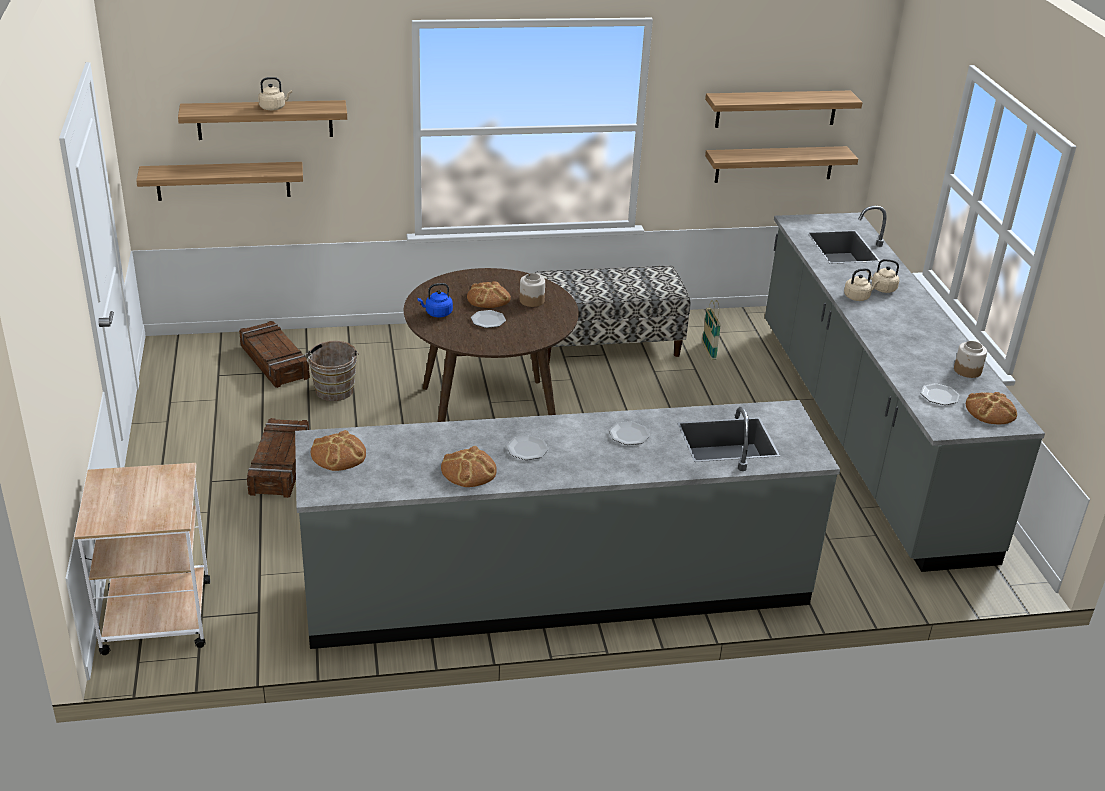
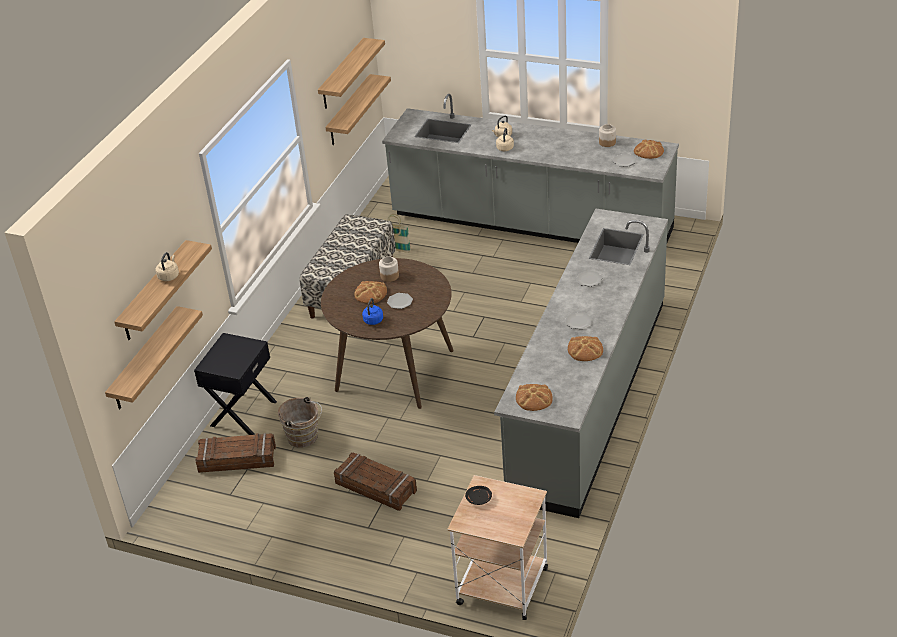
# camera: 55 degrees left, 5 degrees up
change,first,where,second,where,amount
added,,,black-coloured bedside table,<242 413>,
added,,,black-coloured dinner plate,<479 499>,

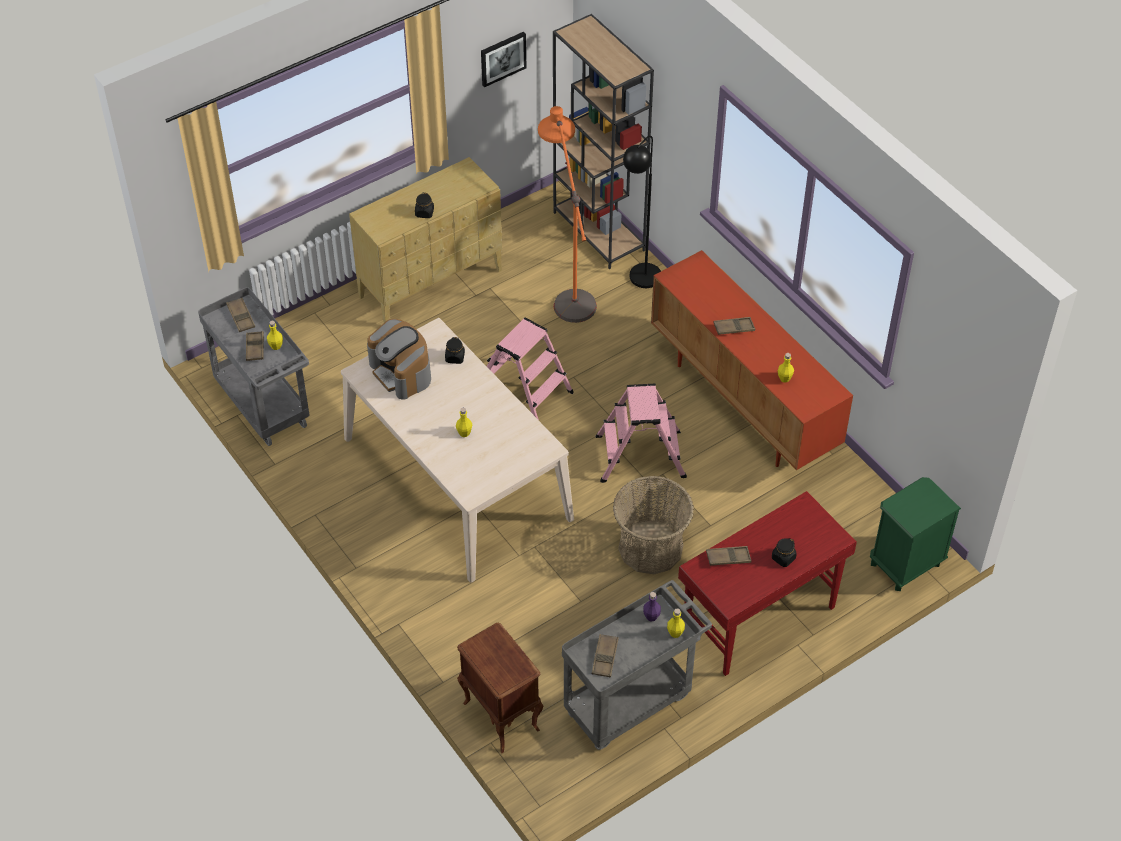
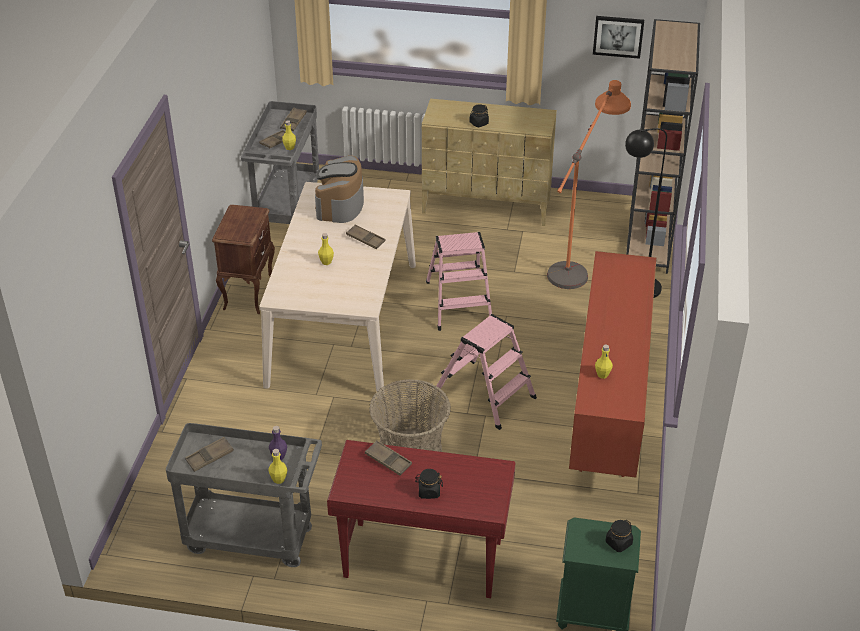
# camera: 45 degrees right, 10 degrees down
change,first,where,second,where,amount
moved,black-coloured jar,<455 357>,,<618 543>,
moved,brown-coloured bedside table,<500 716>,,<249 293>,
moved,brown-coloured carrying tray,<734 328>,,<365 239>,

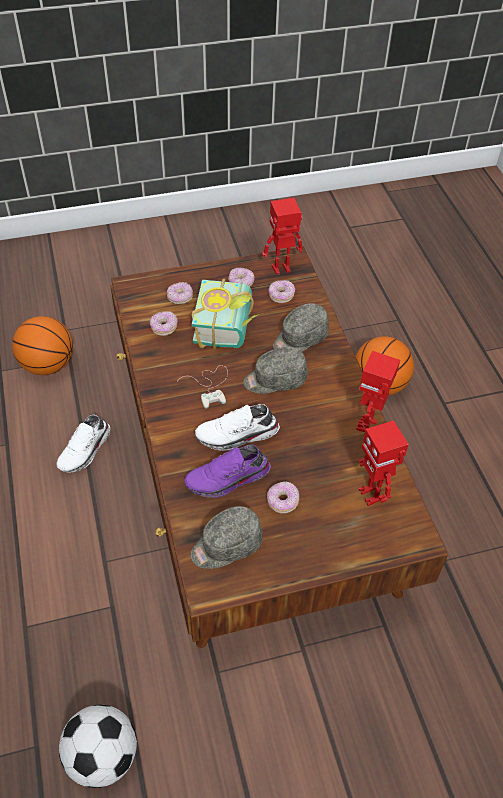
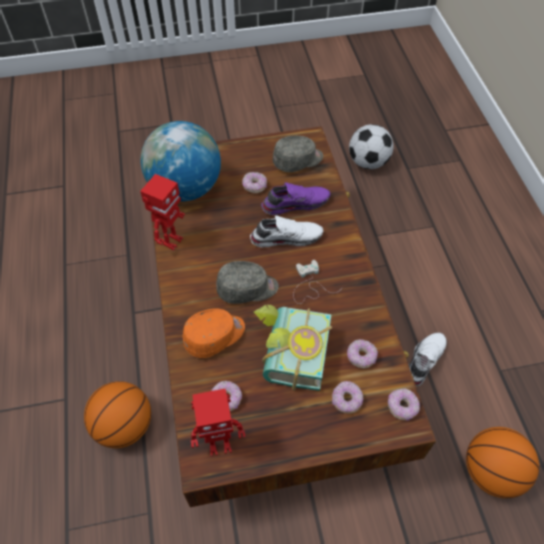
# camera: 175 degrees left, 5 degrees up
change,first,where,second,where,amount
moved,doughnut,<241 283>,,<402 407>,
replaced,toy robot,<371 494>,desk globe,<185 188>,
recoloured,gray baseball cap,<299 338>,orange baseball cap,<215 336>,

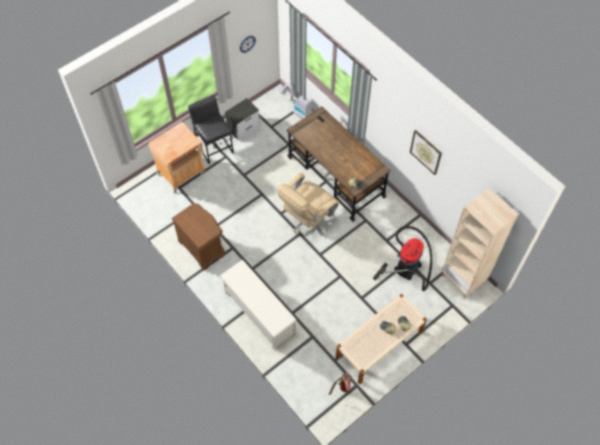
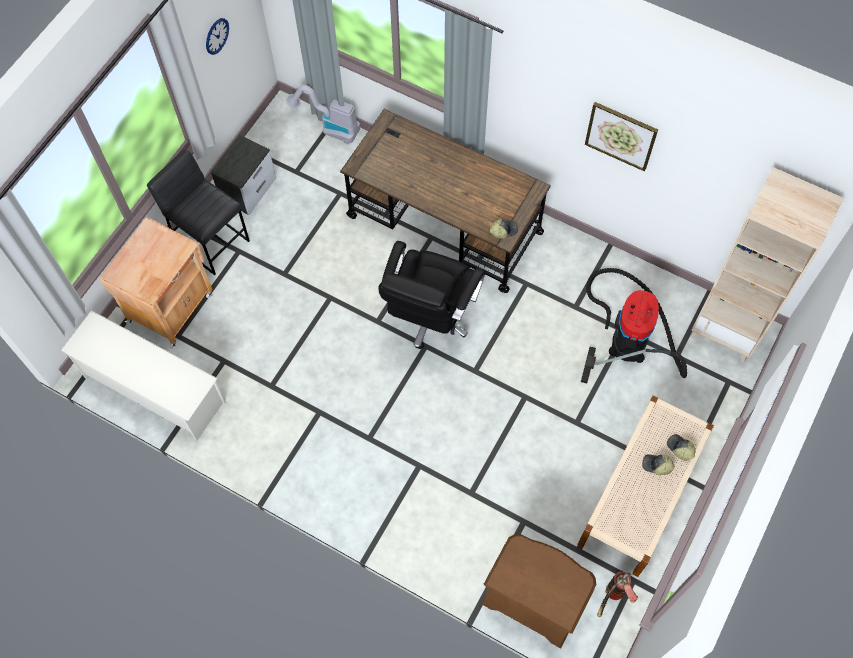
# camera: 20 degrees left, 5 degrees up
change,first,where,second,where,amount
moved,brown-coloured bedside table,<203 247>,,<533 598>,
moved,white-coloured shoe shelf,<259 312>,,<154 389>,
recoloured,beige office chair,<307 221>,black-coloured office chair,<429 319>,

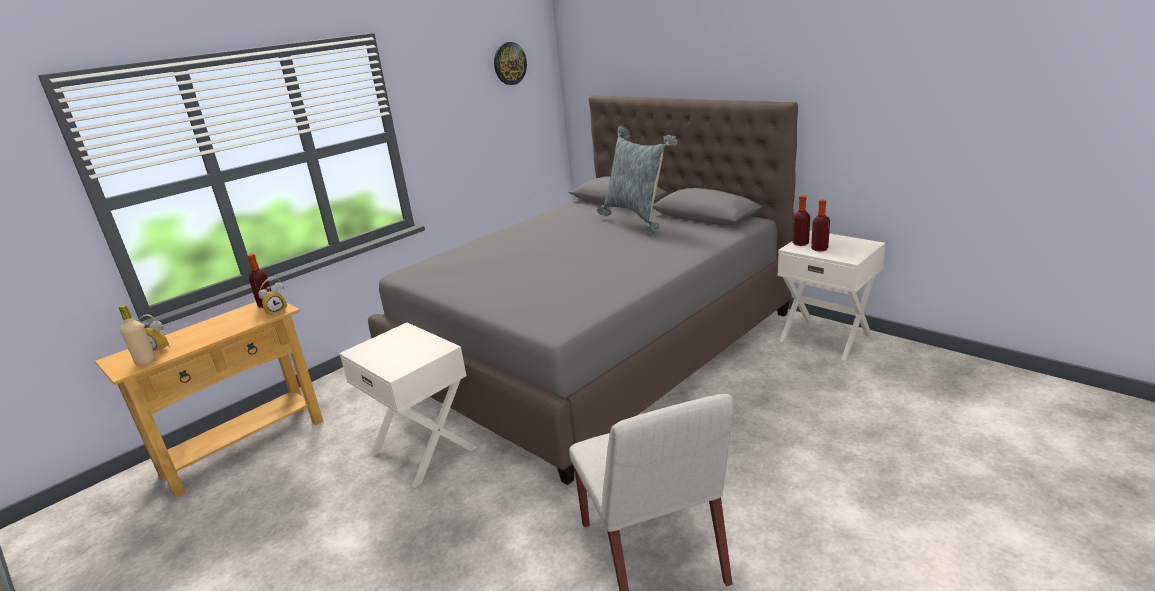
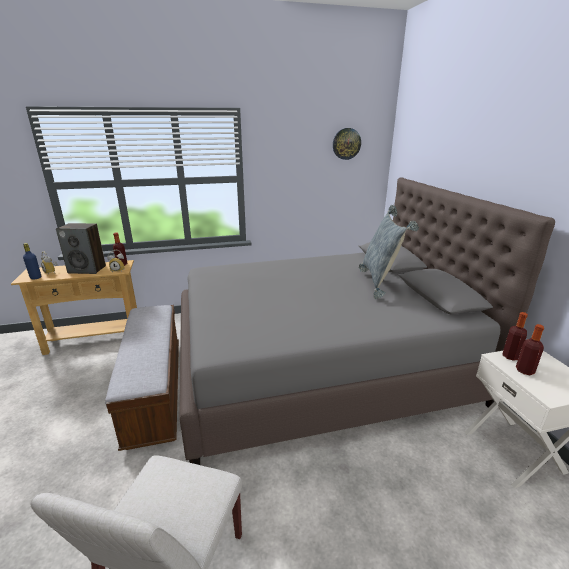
# camera: 30 degrees right, 0 degrees up
change,first,where,second,where,amount
added,,,speaker,<87 269>,
replaced,white-coloured bedside table,<424 450>,indoor bench,<155 390>,
recoloured,beige beverage bottle,<146 362>,blue-coloured beverage bottle,<35 277>,

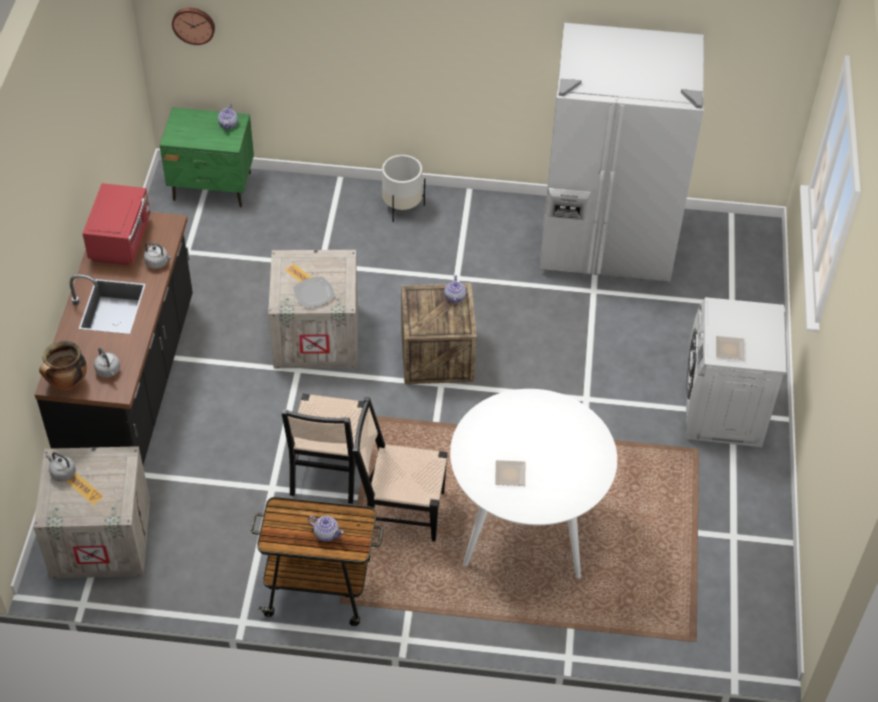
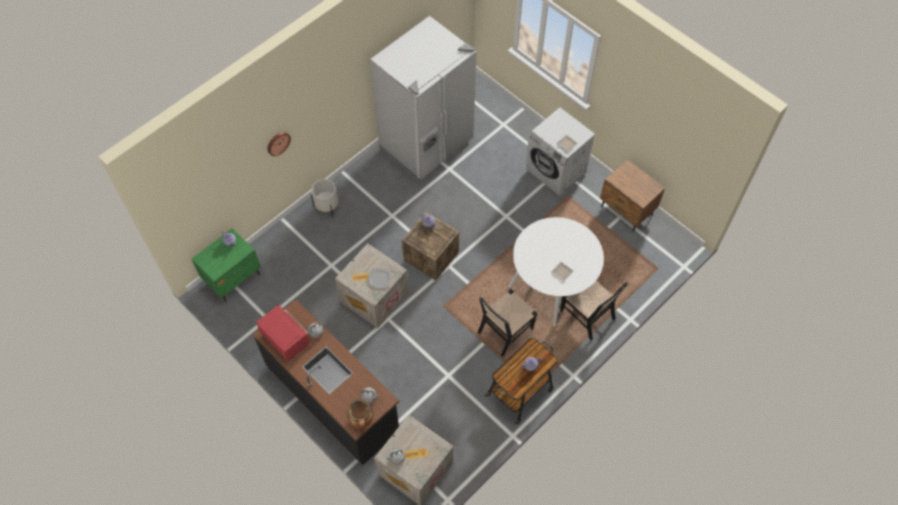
# camera: 50 degrees left, 10 degrees up
change,first,where,second,where,amount
added,,,brown-coloured bedside table,<626 210>,
moved,hanging clock,<194 24>,,<278 143>,
moved,plain chair,<328 468>,,<587 315>,

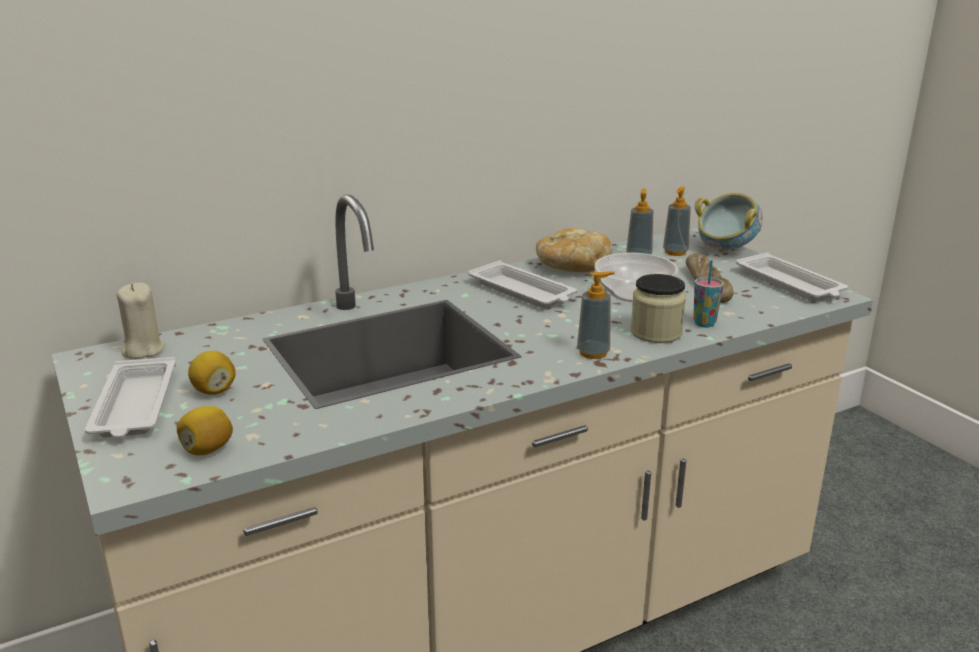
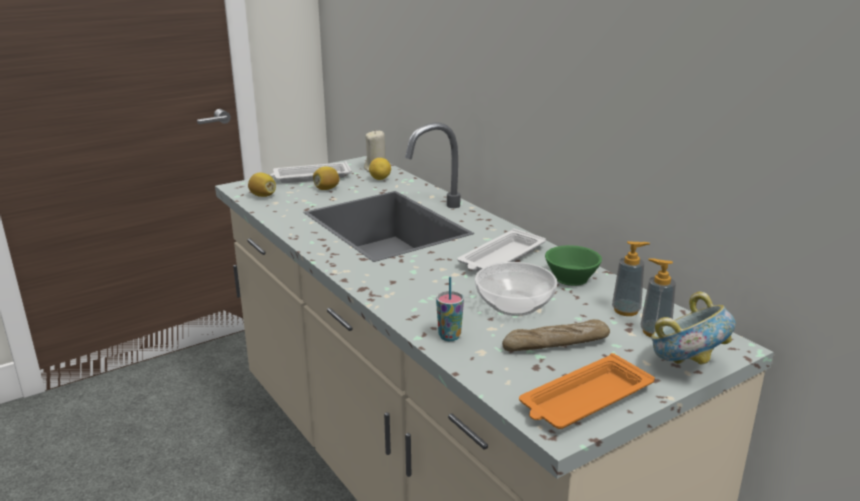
# camera: 85 degrees right, 0 degrees up
change,first,where,second,where,amount
removed,soap dispenser,<593 353>,,,
removed,jar,<656 333>,,,
added,,,citrus fruit,<380 179>,
replaced,bakery bread,<571 268>,green-coloured drinking cup,<569 277>,
recoloured,white-coloured carrying tray,<790 284>,orange carrying tray,<584 400>,

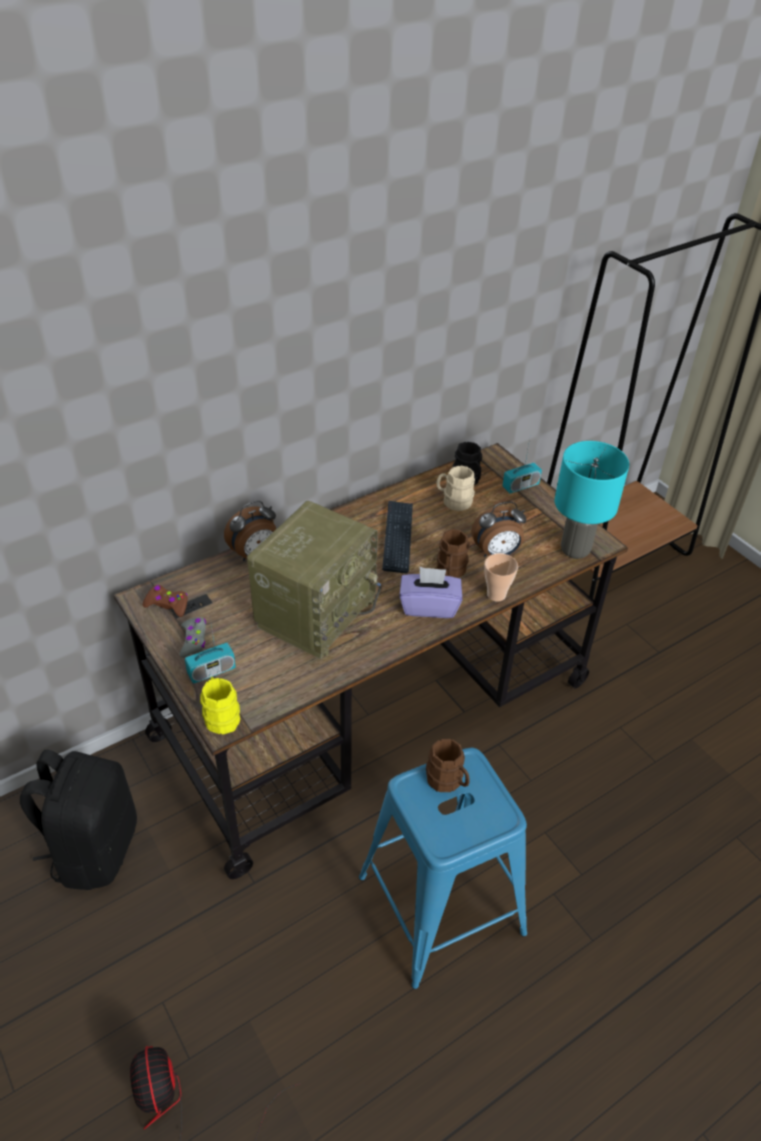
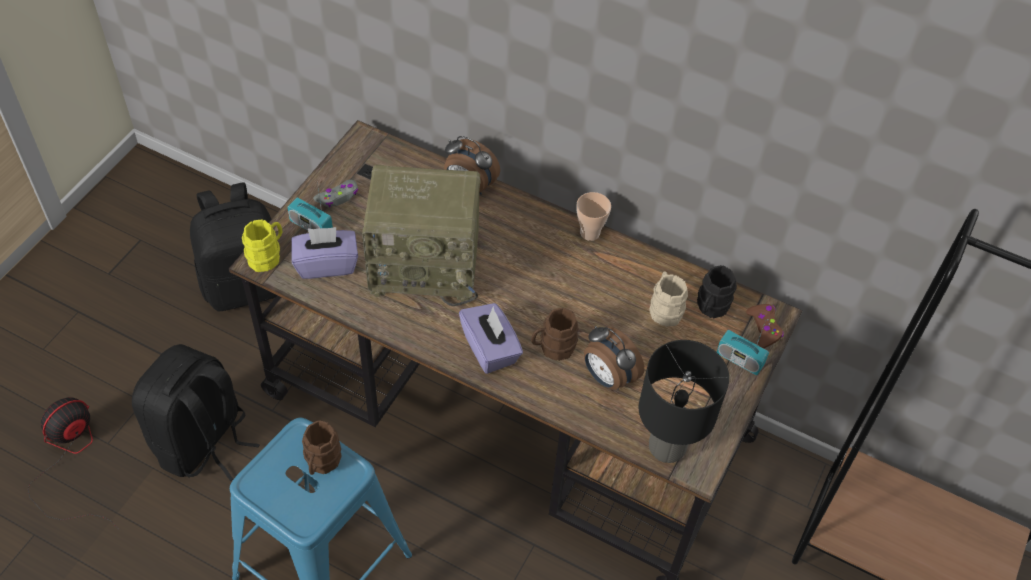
# camera: 60 degrees right, 10 degrees up
change,first,where,second,where,amount
removed,keyboard,<397 537>,,,
added,,,black-coloured backpack,<202 442>,
added,,,purple box of tissues,<326 264>,
moved,brown-coloured joypad,<167 604>,,<764 328>,
moved,drinking cup,<496 595>,,<590 233>,
recoloured,blue-green table lamp,<573 549>,black-coloured table lamp,<667 446>,

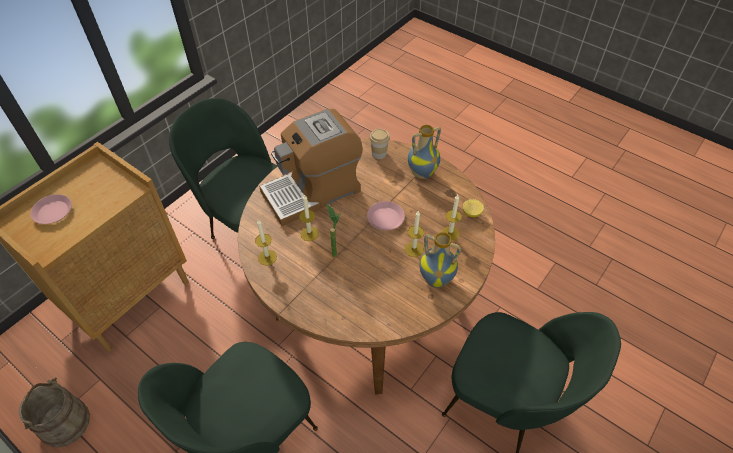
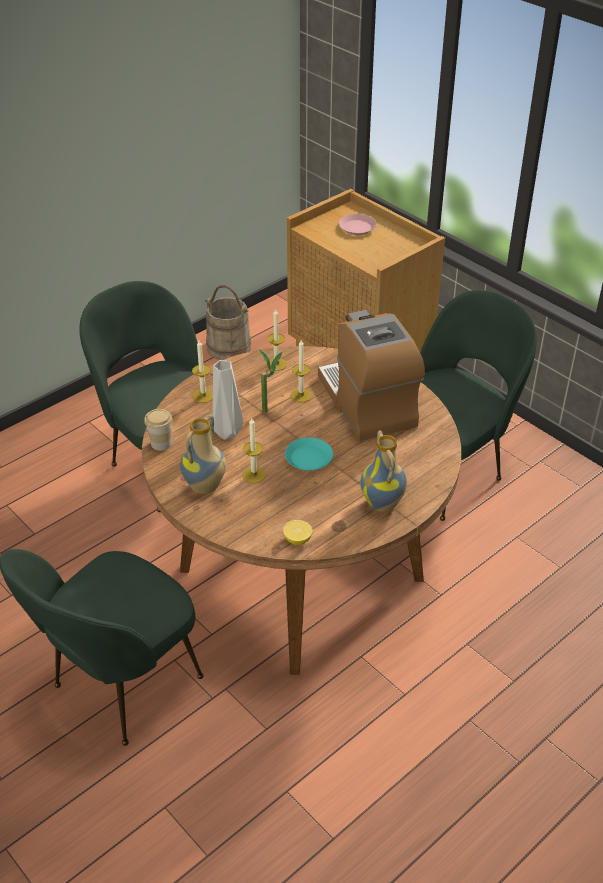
# camera: 100 degrees right, 10 degrees down
change,first,where,second,where,amount
added,,,gray flower vase,<226 432>,
moved,drinking cup,<379 153>,,<161 443>,
moved,wax light,<450 233>,,<203 396>,
recoloured,pinkish dinner plate,<386 218>,blue-green dinner plate,<308 458>,

